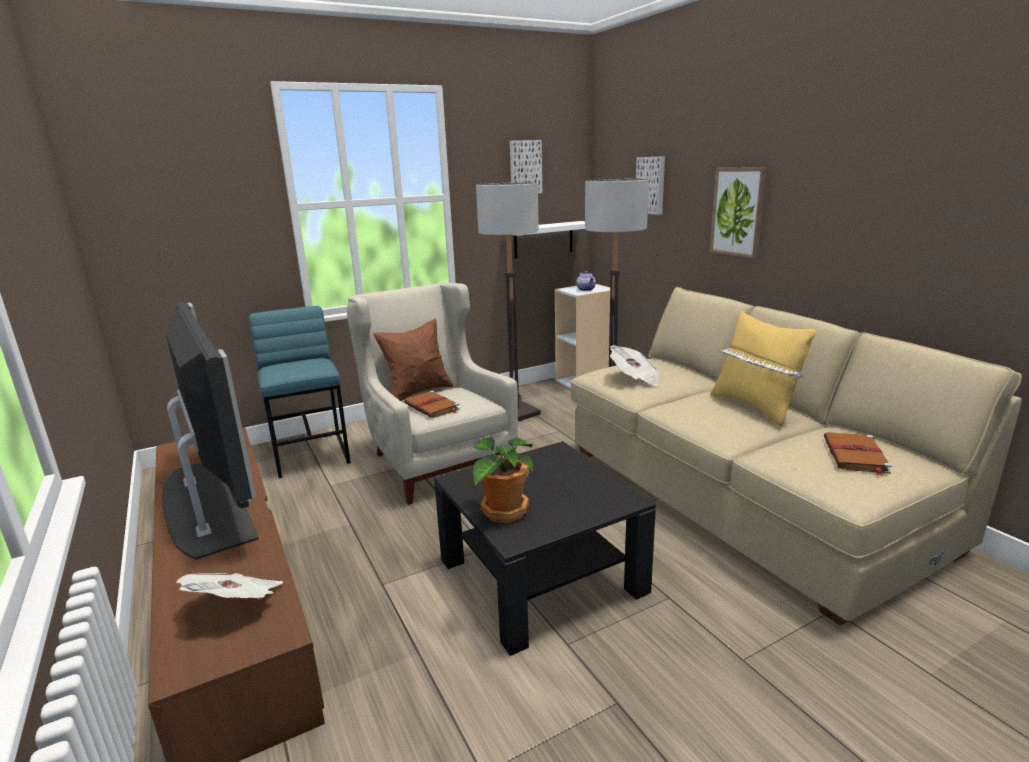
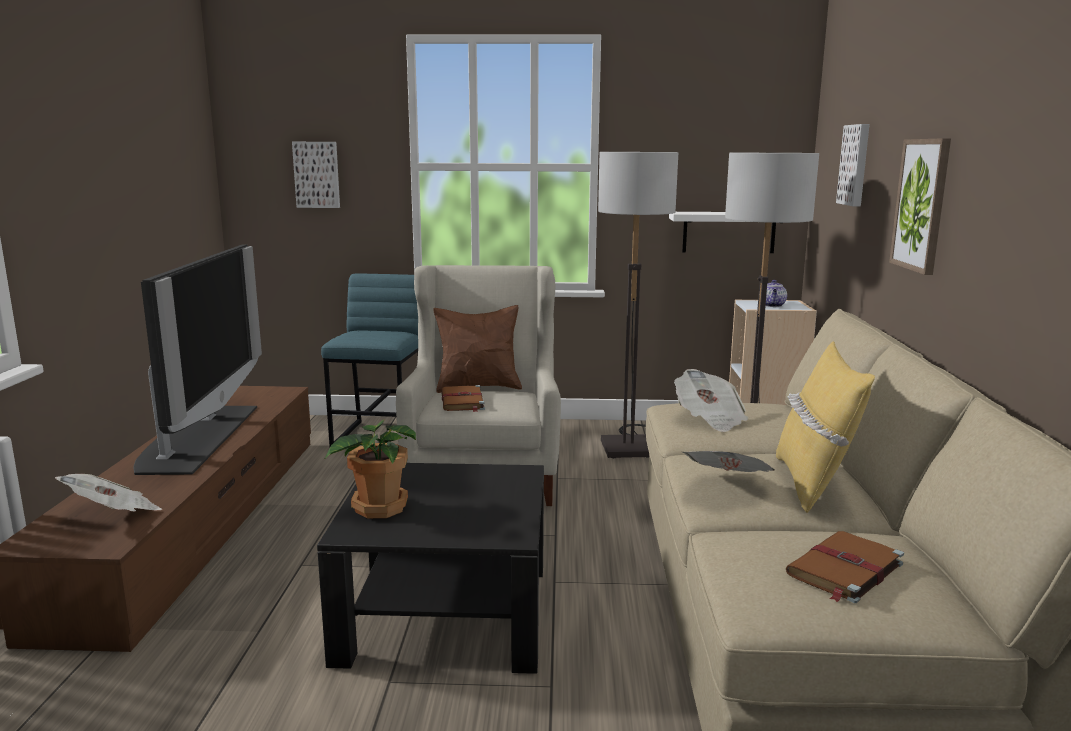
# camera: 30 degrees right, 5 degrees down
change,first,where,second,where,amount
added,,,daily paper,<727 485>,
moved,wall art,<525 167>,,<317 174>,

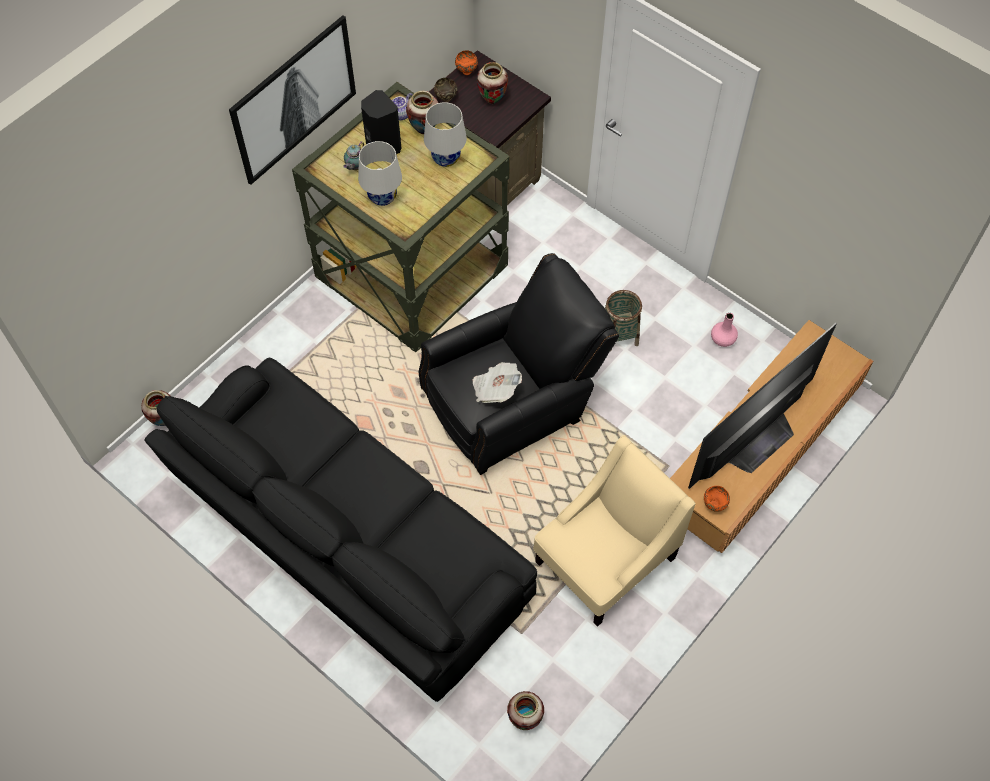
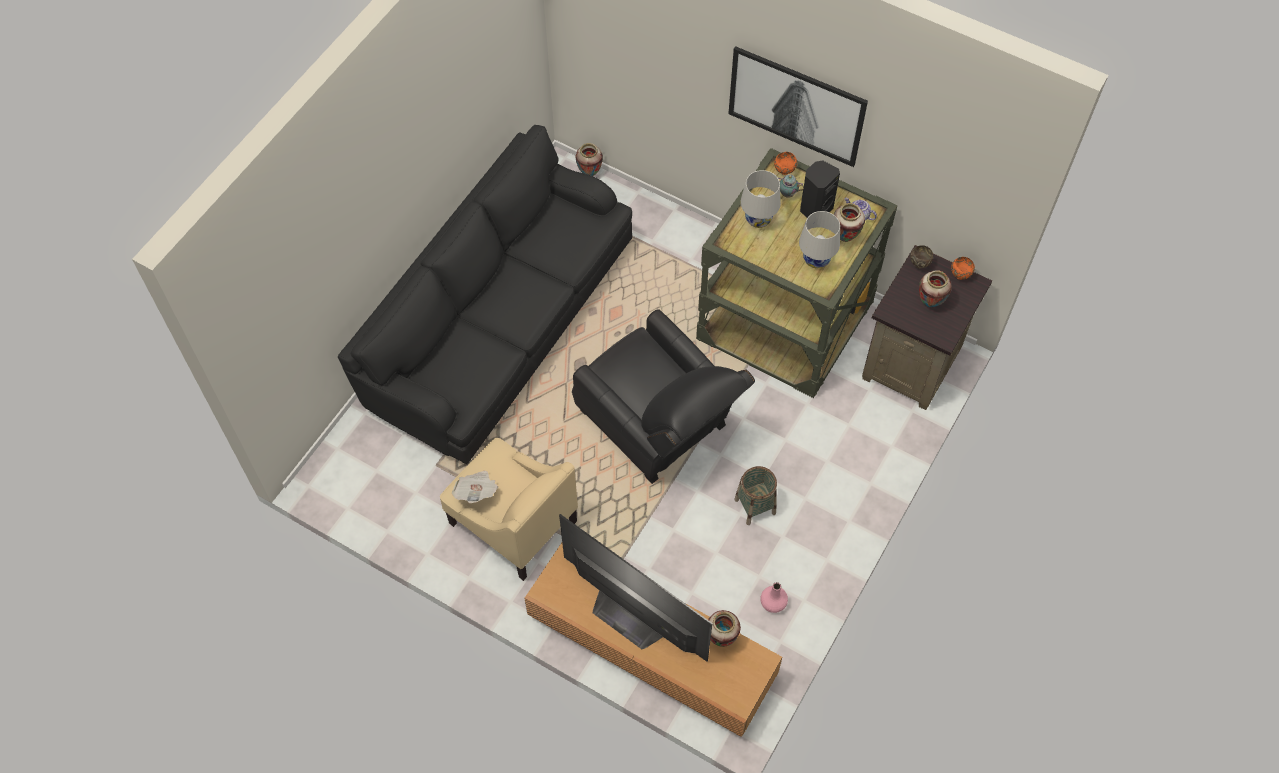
# camera: 80 degrees right, 0 degrees up
change,first,where,second,where,amount
moved,daily paper,<495 389>,,<476 492>,
moved,flower vase,<525 719>,,<721 638>,
moved,orange deep dish,<714 505>,,<784 172>,

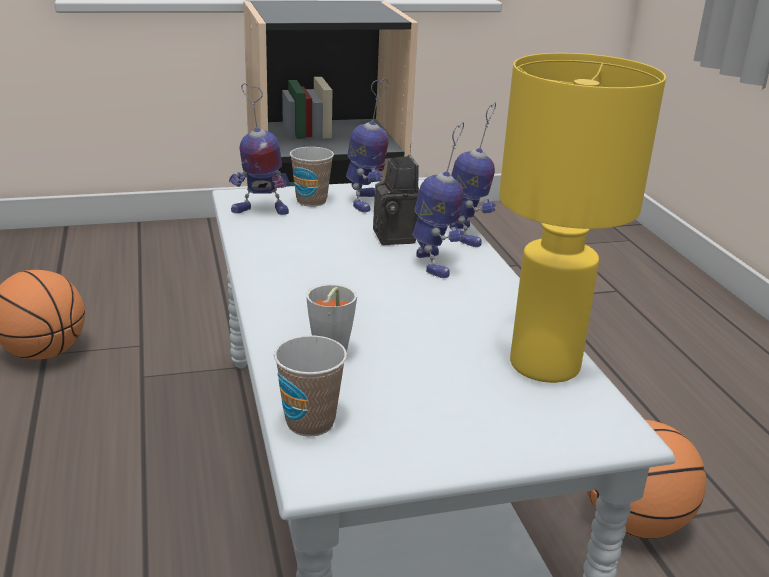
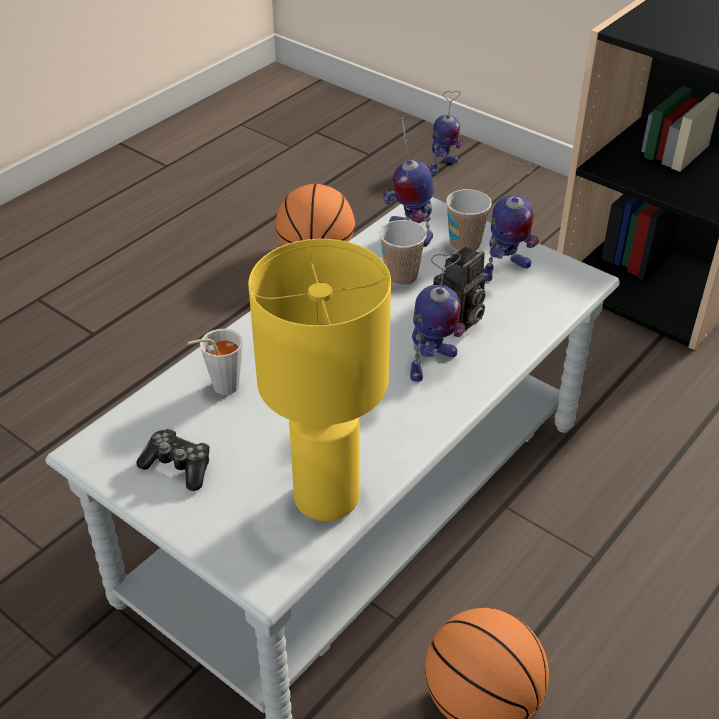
# camera: 55 degrees right, 15 degrees up
change,first,where,second,where,amount
added,,,joypad,<178 466>,
moved,drinking cup,<310 422>,,<401 276>,
moved,toy robot,<466 235>,,<442 166>,

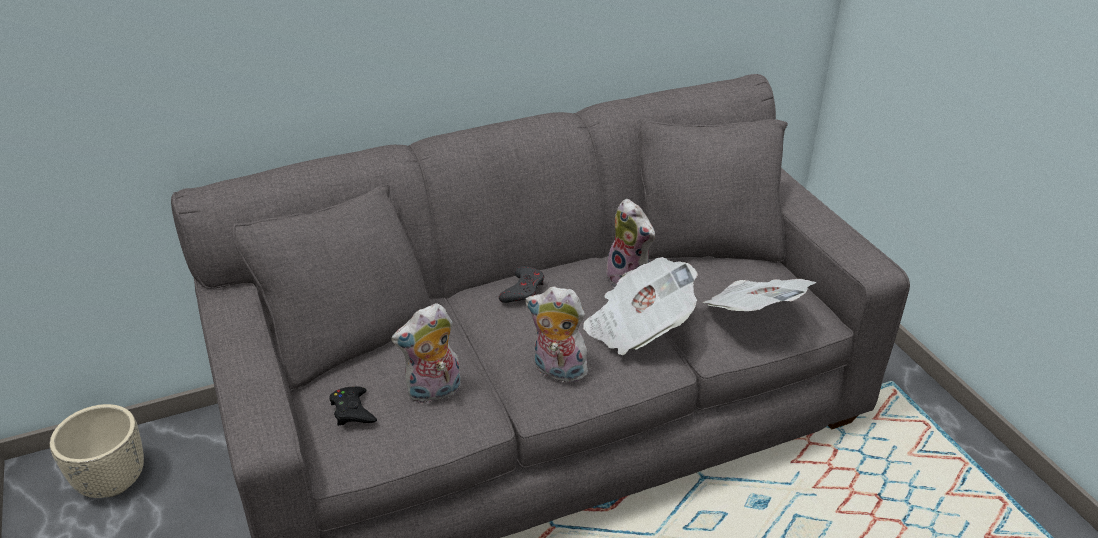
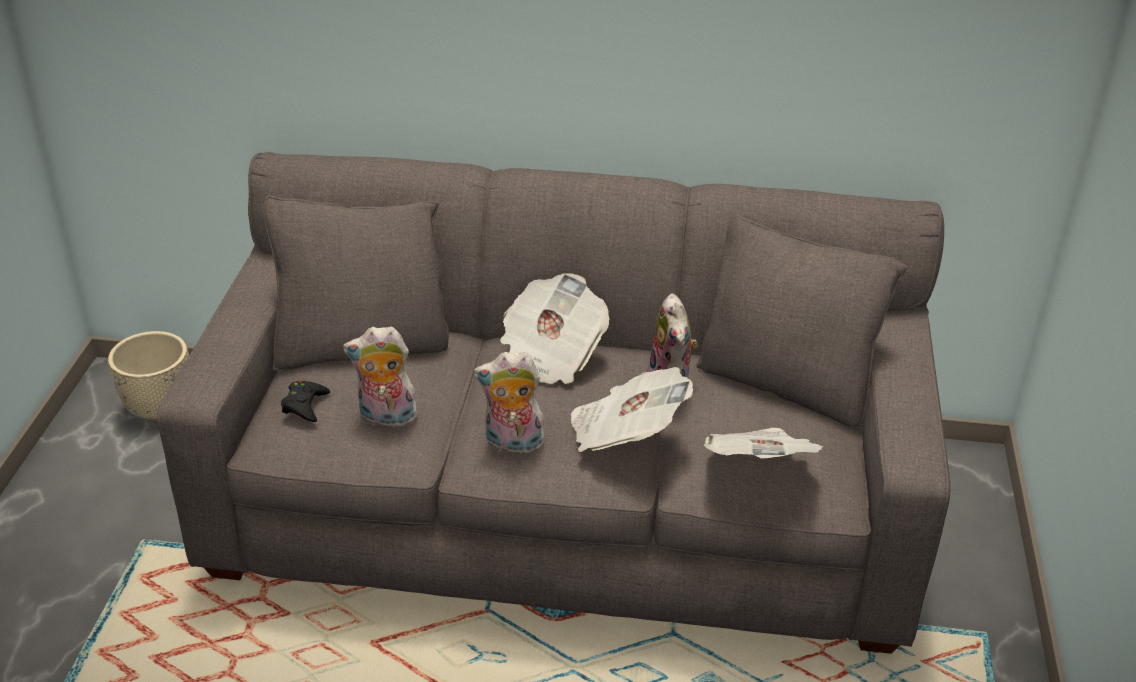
# camera: 30 degrees right, 0 degrees up
change,first,where,second,where,amount
replaced,gray joypad,<523 290>,daily paper,<549 356>,
turned,plush toy,<557 372>,,<512 444>,45 degrees counterclockwise

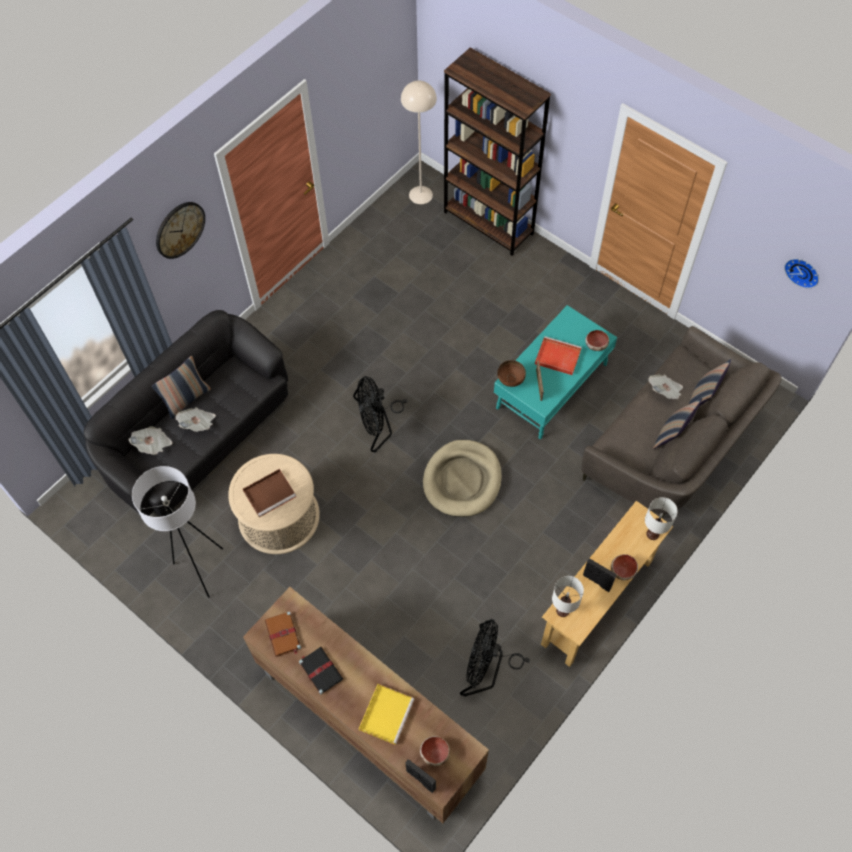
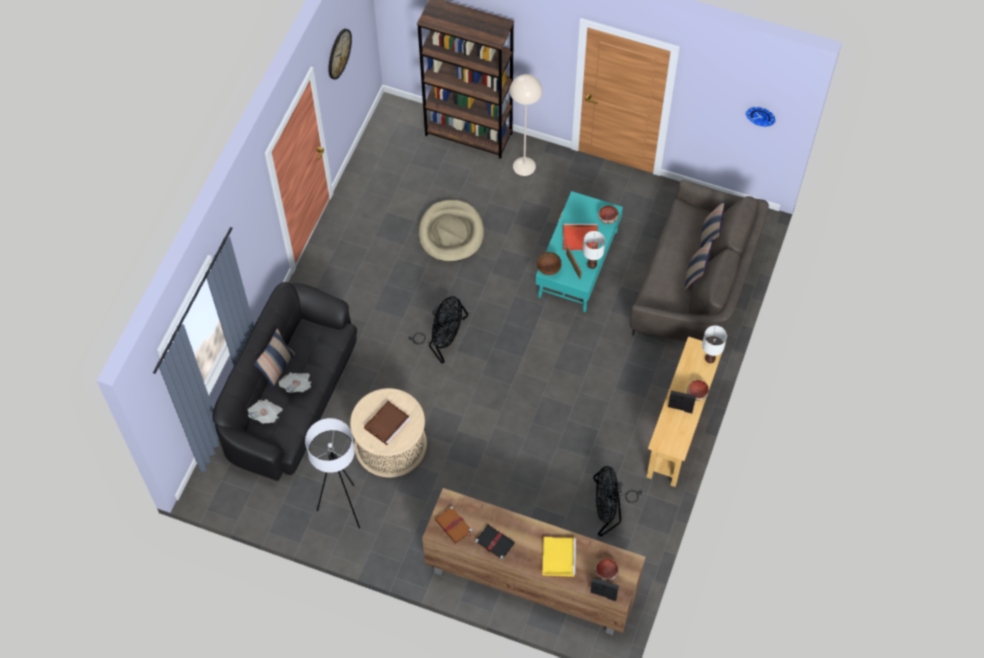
# camera: 20 degrees left, 0 degrees up
change,first,where,second,where,amount
removed,daily paper,<665 391>,,,
moved,hanging clock,<179 229>,,<338 53>,
moved,beige standard lamp,<420 195>,,<524 166>,
moved,beige dog cushion,<462 480>,,<451 233>,
moved,white-coloured table lamp,<563 611>,,<592 264>,
turned,black-coloured fan,<378 421>,,<441 338>,120 degrees counterclockwise

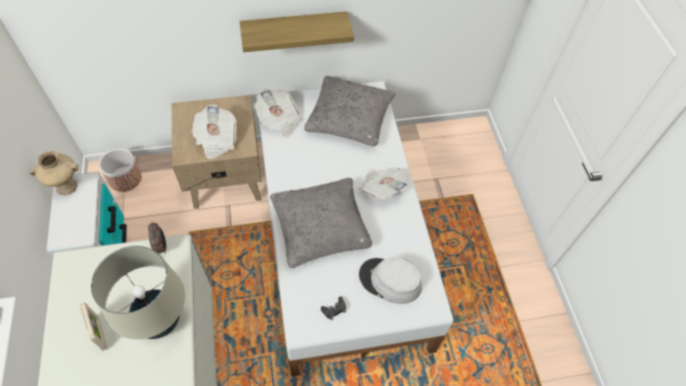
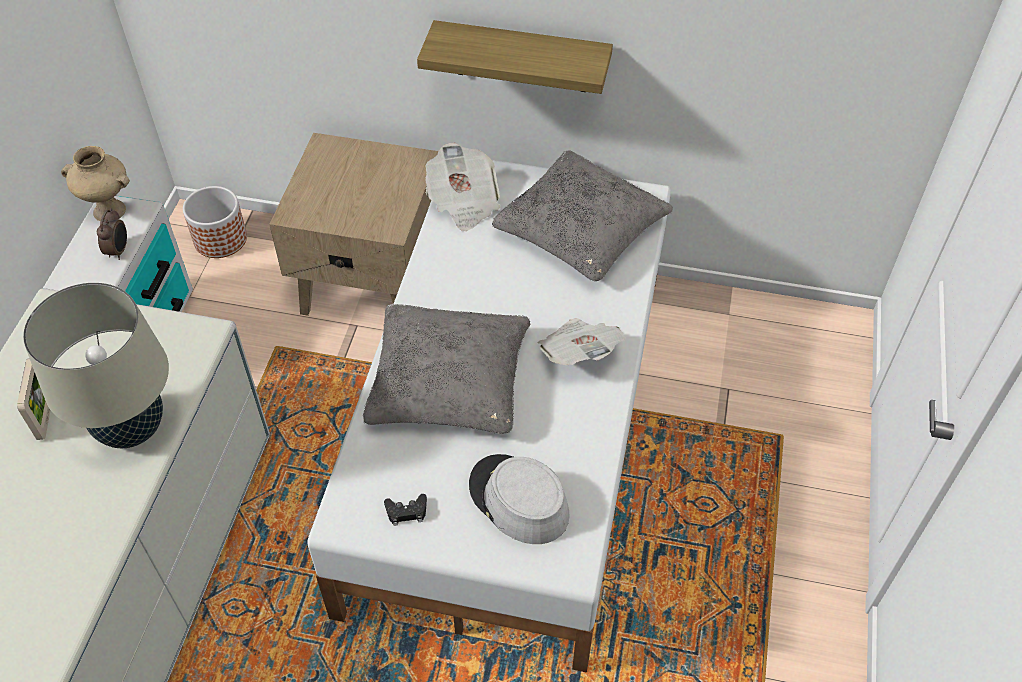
# camera: 25 degrees right, 5 degrees down
change,first,where,second,where,amount
removed,daily paper,<216 140>,,,
moved,table clock,<161 246>,,<119 250>,

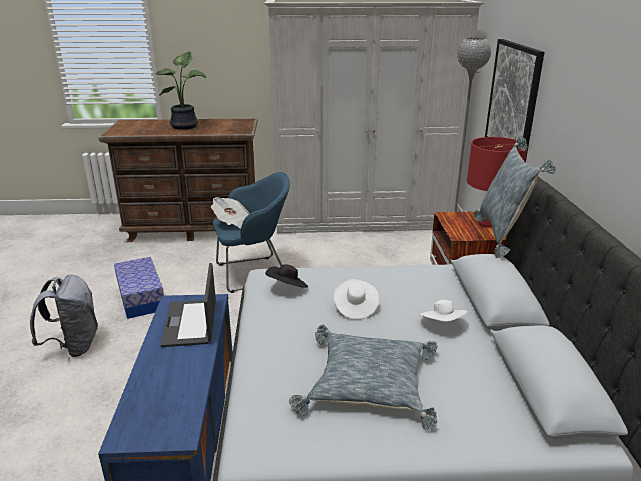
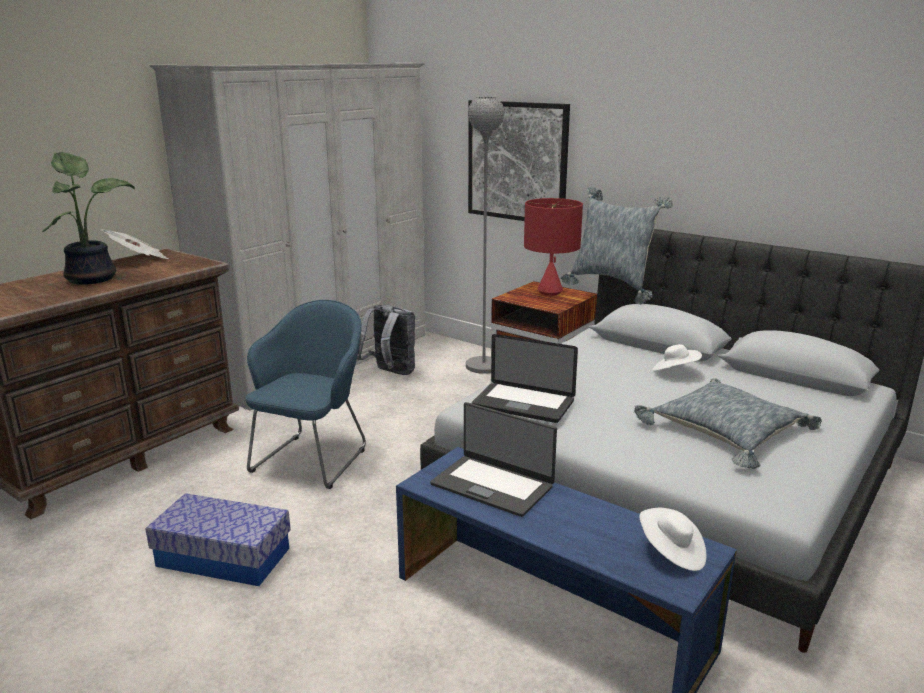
# camera: 50 degrees left, 5 degrees down
change,first,where,second,where,amount
moved,gray backpack,<74 346>,,<390 373>,
moved,daily paper,<233 223>,,<139 260>,
moved,white-coloured hat,<355 308>,,<671 553>,
replaced,black-coloured hat,<287 287>,notebook computer,<523 404>,

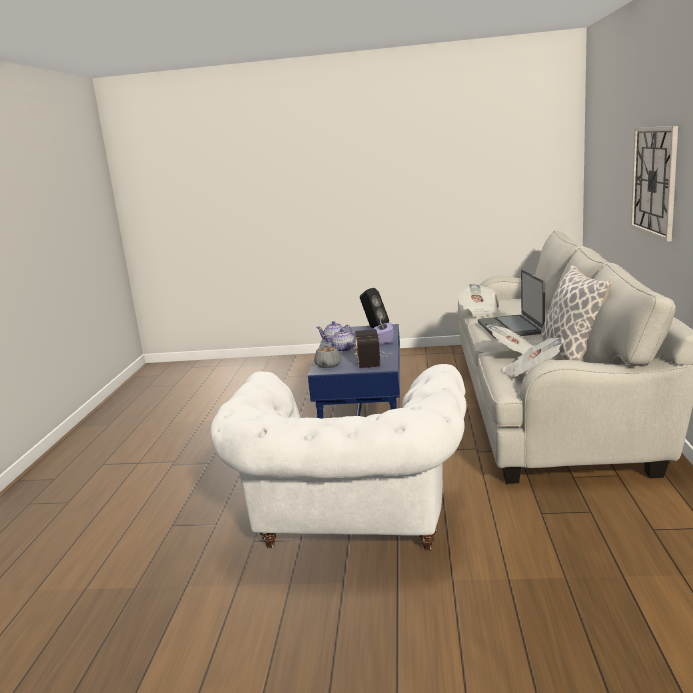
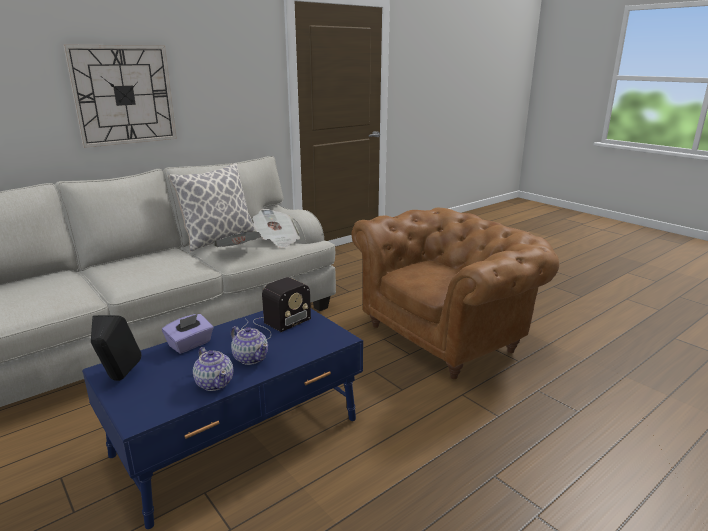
# camera: 135 degrees left, 5 degrees up
change,first,where,second,where,amount
removed,gray teapot,<328 365>,,,
removed,daily paper,<479 312>,,,
removed,notebook computer,<510 328>,,,
recoloured,white-coloured lounge chair,<351 528>,brown-coloured lounge chair,<448 335>,

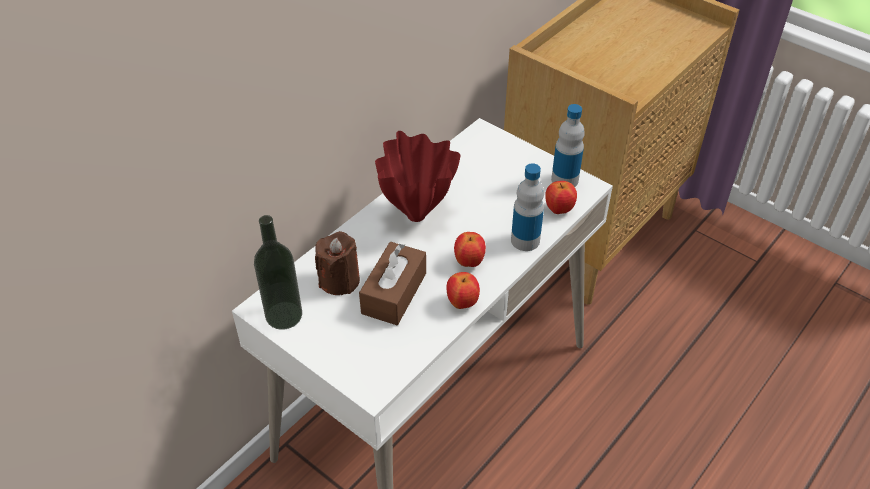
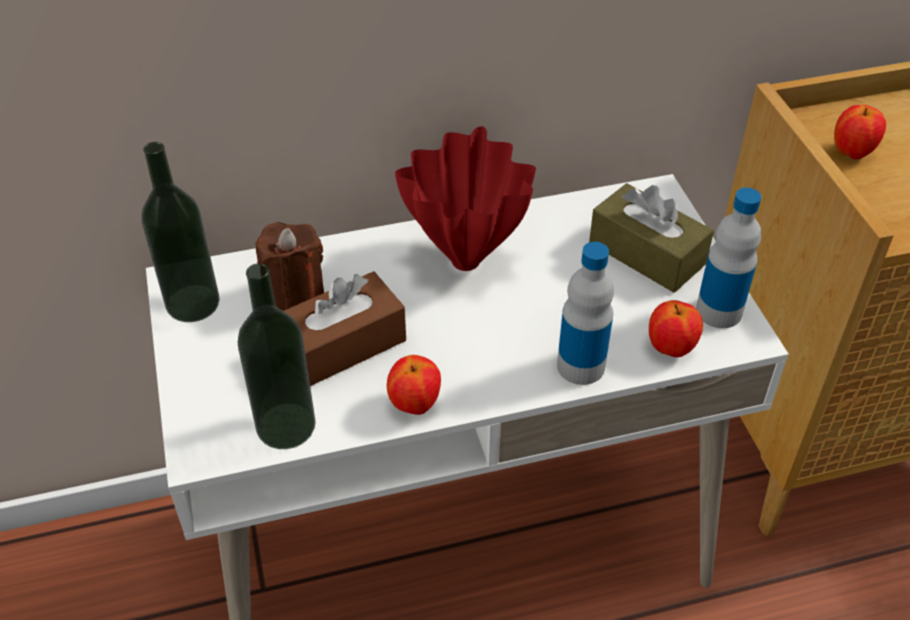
# camera: 35 degrees right, 0 degrees up
change,first,where,second,where,amount
added,,,beverage bottle,<286 426>,
added,,,brown-coloured box of tissues,<646 254>,
moved,apple,<469 262>,,<852 153>,

